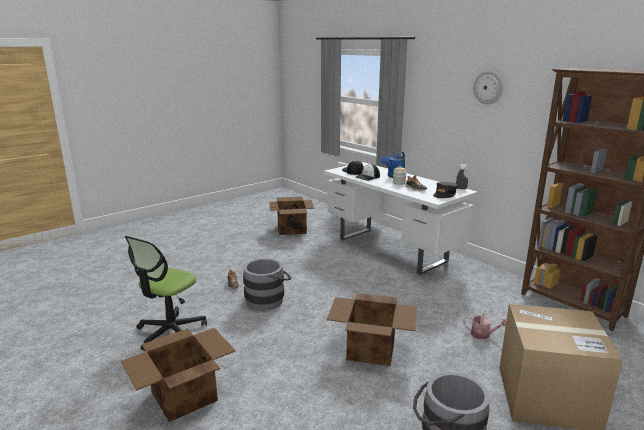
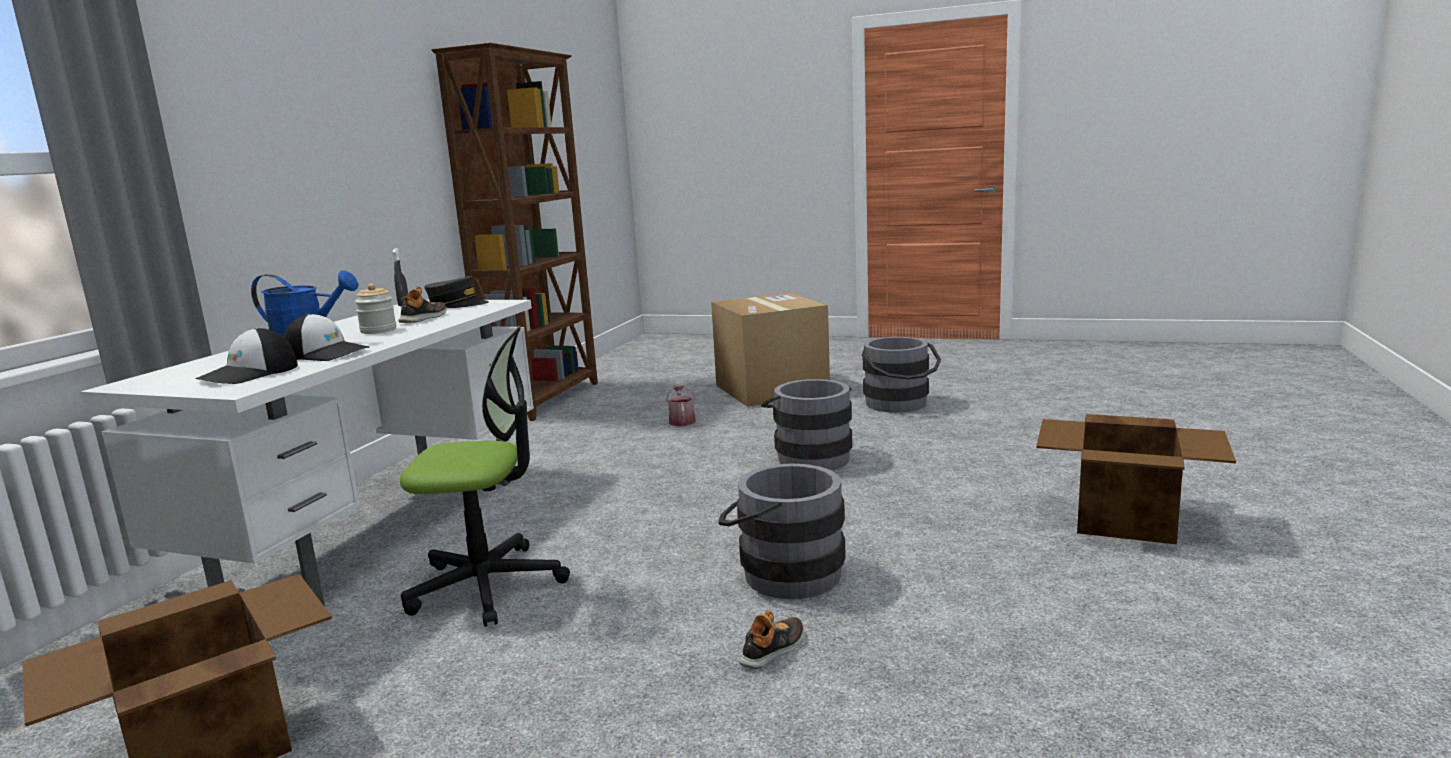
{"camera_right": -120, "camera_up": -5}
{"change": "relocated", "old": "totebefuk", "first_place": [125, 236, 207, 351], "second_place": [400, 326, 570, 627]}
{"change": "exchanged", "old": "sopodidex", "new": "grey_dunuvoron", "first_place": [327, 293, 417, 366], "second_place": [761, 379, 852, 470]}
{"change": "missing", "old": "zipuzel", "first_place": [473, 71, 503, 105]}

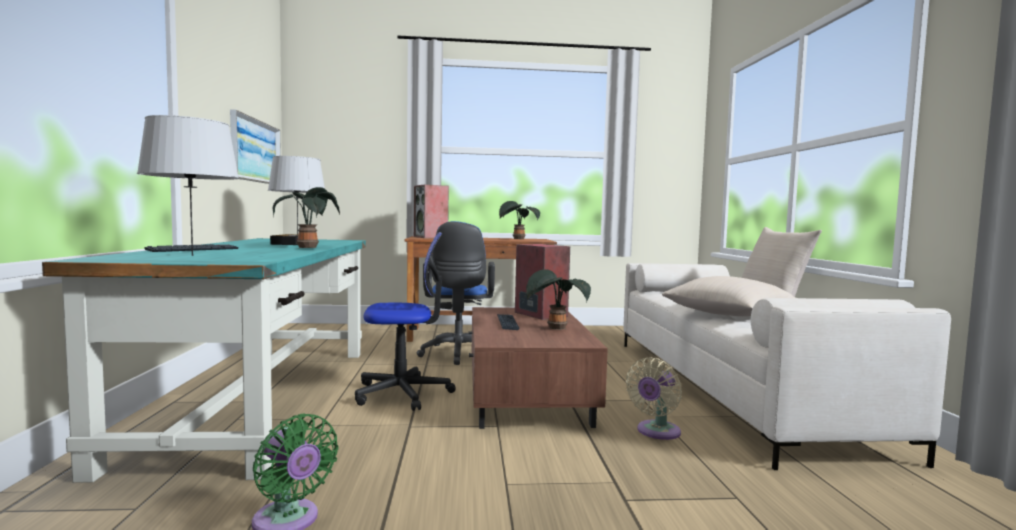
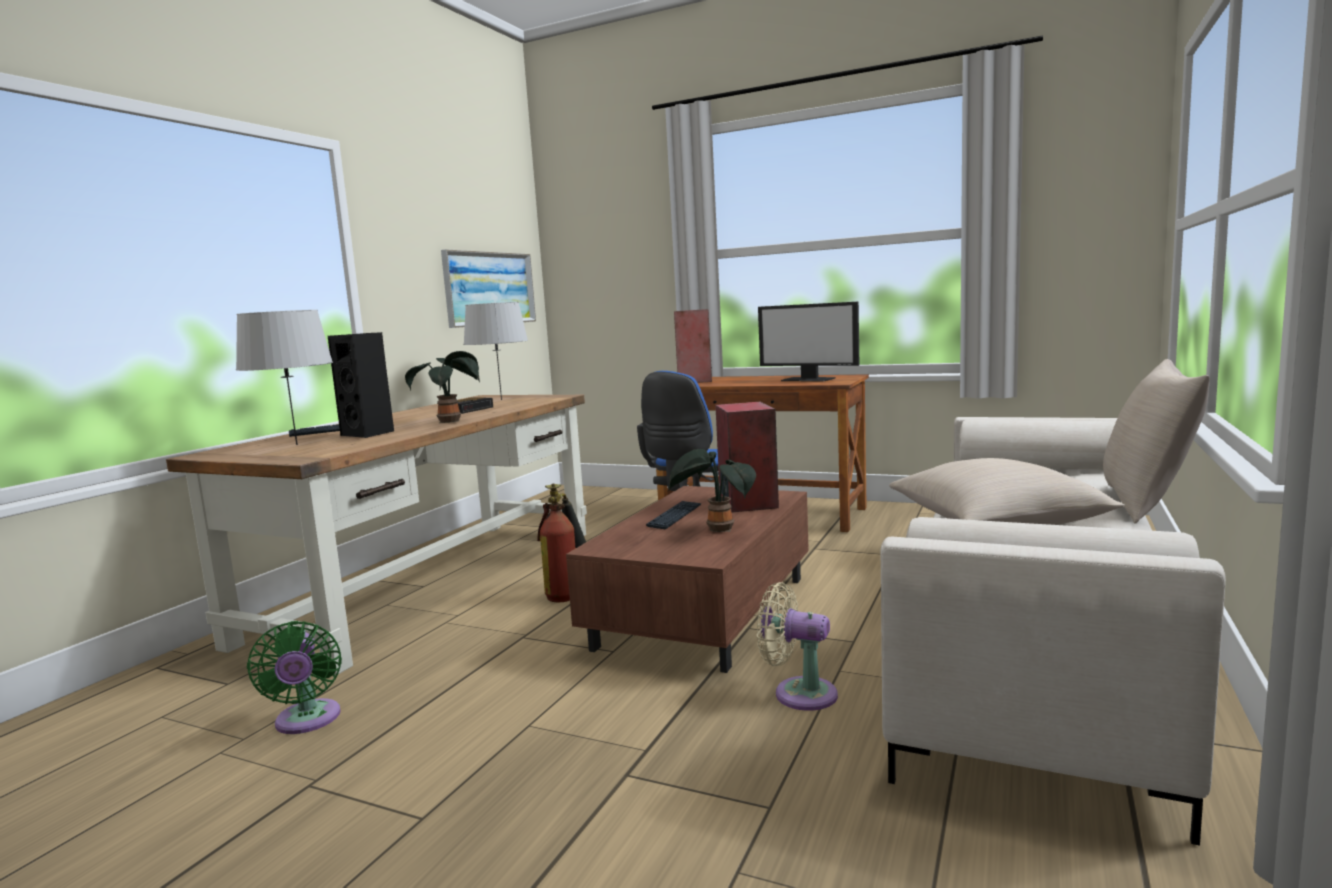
{"camera_right": 30, "camera_up": 5}
{"change": "colour", "old": "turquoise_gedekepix", "new": "brown_gedekepix", "first_place": [42, 238, 366, 483], "second_place": [166, 395, 587, 675]}
{"change": "appeared", "new": "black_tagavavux", "second_place": [328, 332, 394, 438]}
{"change": "exchanged", "old": "totebefuk", "new": "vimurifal", "first_place": [355, 232, 456, 411], "second_place": [537, 483, 586, 602]}
{"change": "spun", "old": "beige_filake", "first_place": [626, 358, 682, 440], "second_place": [757, 582, 838, 711], "degrees": 45}
{"change": "exchanged", "old": "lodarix", "new": "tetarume", "first_place": [499, 201, 540, 240], "second_place": [758, 301, 859, 382]}

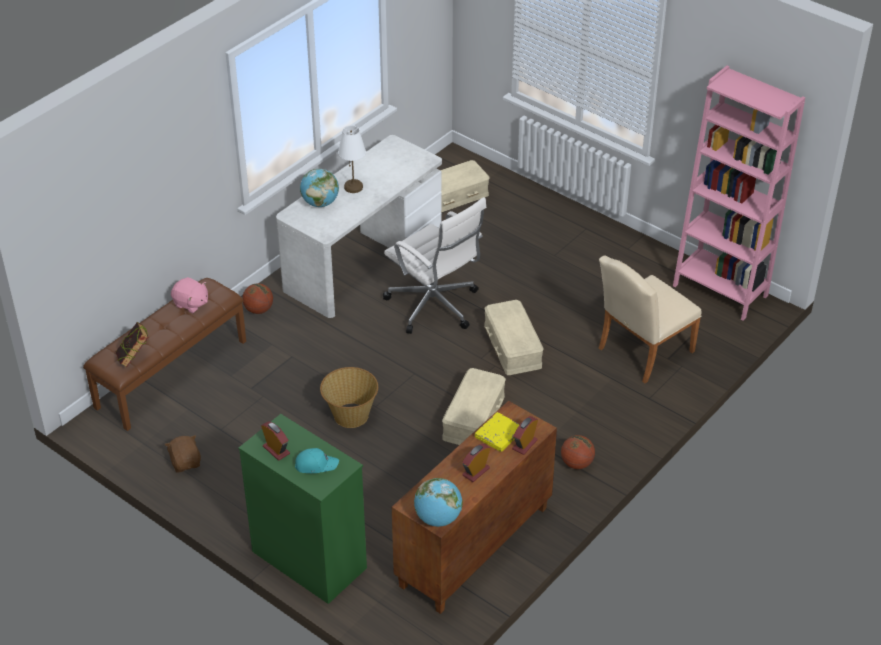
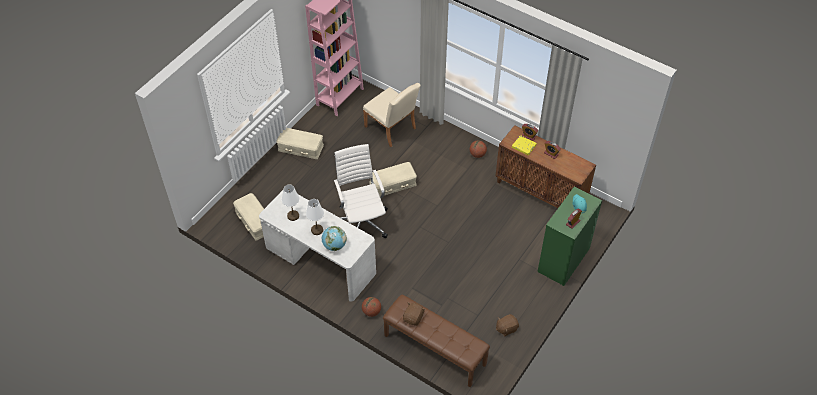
{"camera_right": -95, "camera_up": 10}
{"change": "relocated", "old": "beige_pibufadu", "first_place": [442, 368, 506, 445], "second_place": [276, 128, 324, 159]}
{"change": "appeared", "new": "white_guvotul", "second_place": [282, 184, 300, 221]}
{"change": "spun", "old": "white_totebefuk", "first_place": [383, 197, 486, 334], "second_place": [334, 144, 388, 238], "degrees": -60}
{"change": "colour", "old": "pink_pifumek", "new": "brown_pifumek", "first_place": [171, 277, 208, 313], "second_place": [403, 302, 425, 326]}
{"change": "missing", "old": "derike", "first_place": [116, 322, 148, 368]}
{"change": "missing", "old": "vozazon", "first_place": [320, 367, 378, 428]}
{"change": "missing", "old": "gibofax", "first_place": [414, 478, 463, 527]}

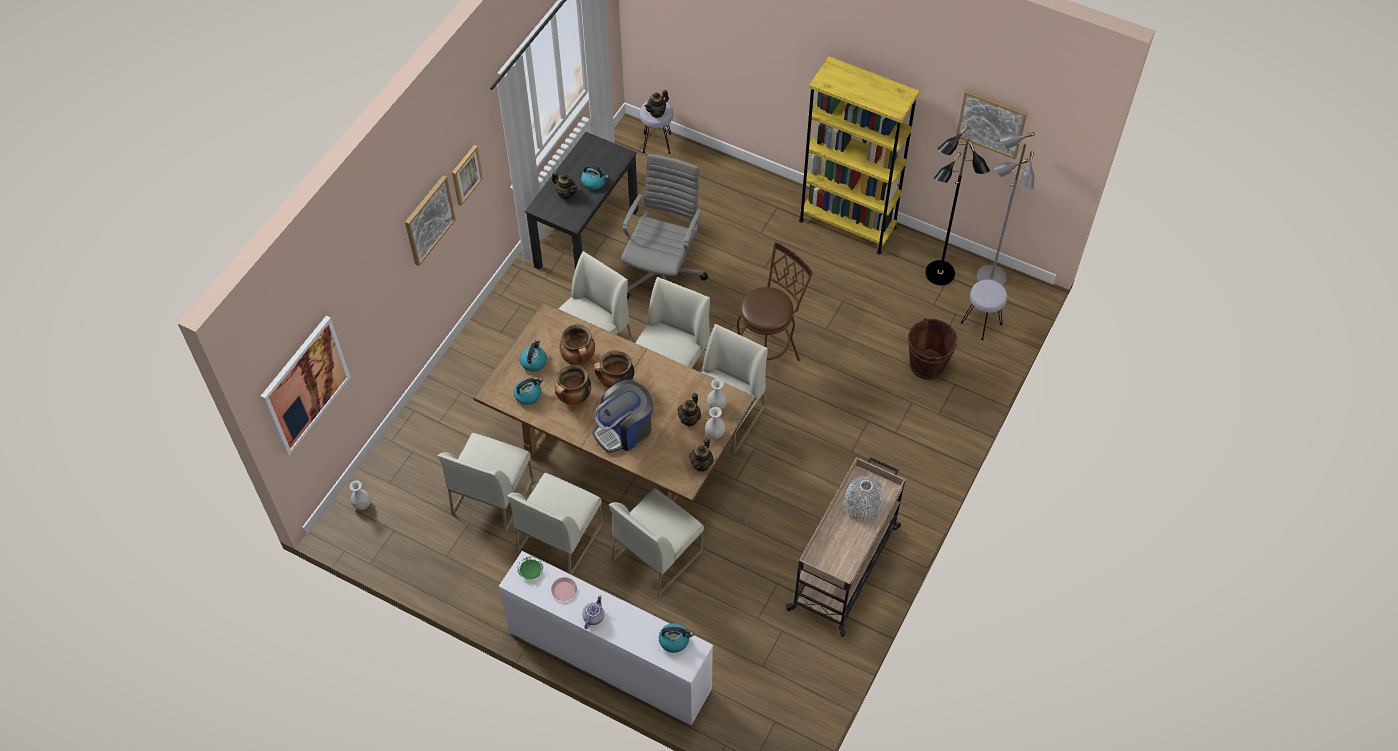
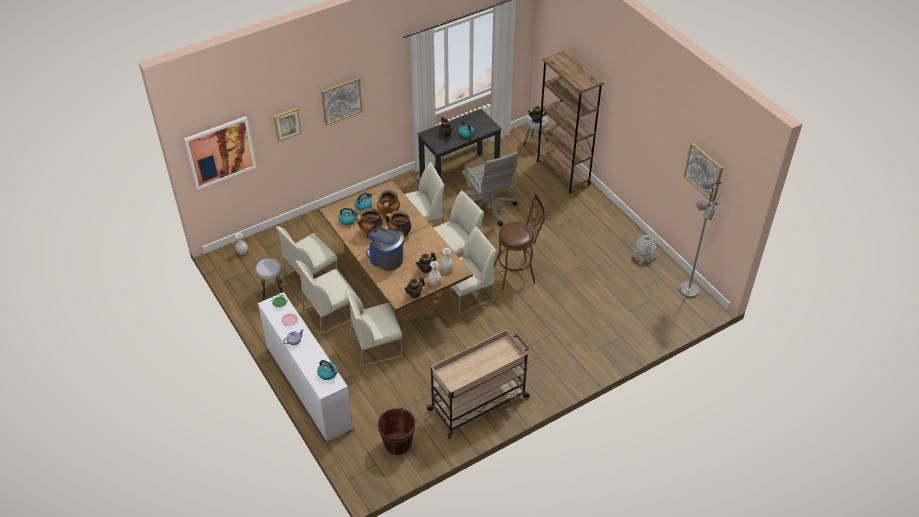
{"camera_right": 30, "camera_up": -10}
{"change": "relocated", "old": "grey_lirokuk", "first_place": [961, 280, 1007, 340], "second_place": [256, 258, 283, 300]}
{"change": "relocated", "old": "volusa", "first_place": [452, 145, 483, 206], "second_place": [273, 108, 302, 142]}
{"change": "spun", "old": "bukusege", "first_place": [593, 380, 653, 453], "second_place": [366, 228, 404, 271], "degrees": 45}
{"change": "relocated", "old": "brown_dunuvoron", "first_place": [908, 318, 958, 380], "second_place": [378, 407, 415, 455]}
{"change": "spun", "old": "grey_totebefuk", "first_place": [621, 154, 708, 300], "second_place": [462, 152, 518, 226], "degrees": 105}
{"change": "appeared", "new": "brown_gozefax", "second_place": [537, 50, 604, 194]}
{"change": "relocated", "old": "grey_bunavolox", "first_place": [845, 476, 883, 521], "second_place": [633, 235, 657, 262]}
{"change": "missing", "old": "yellow_gozefax", "first_place": [799, 56, 920, 254]}
{"change": "missing", "old": "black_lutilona", "first_place": [925, 125, 990, 285]}

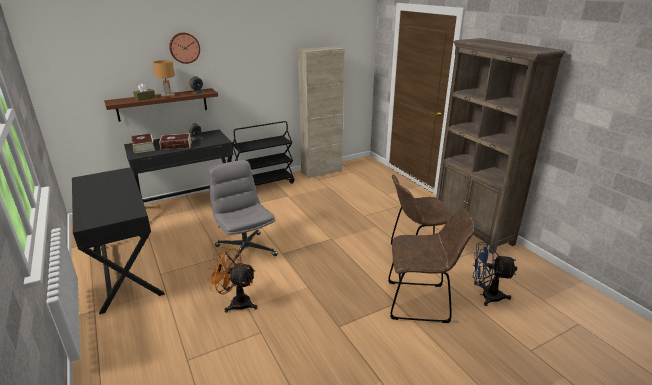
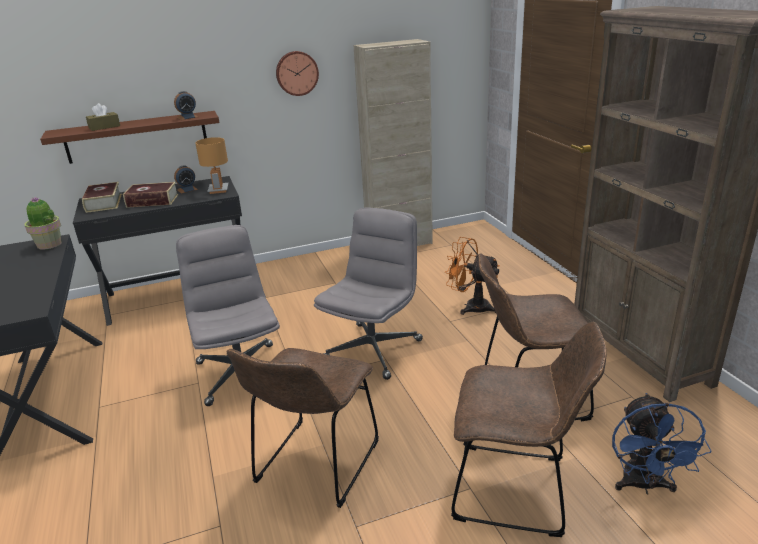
{"camera_right": 10, "camera_up": 0}
{"change": "appeared", "new": "lodarix", "second_place": [25, 197, 62, 250]}
{"change": "relocated", "old": "brown_guvotul", "first_place": [153, 60, 175, 97], "second_place": [195, 137, 229, 194]}
{"change": "appeared", "new": "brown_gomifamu", "second_place": [227, 348, 379, 508]}
{"change": "relocated", "old": "zipuzel", "first_place": [169, 33, 200, 64], "second_place": [276, 51, 319, 96]}
{"change": "appeared", "new": "grey_totebefuk", "second_place": [314, 207, 423, 380]}
{"change": "relocated", "old": "orange_filake", "first_place": [206, 247, 257, 312], "second_place": [445, 237, 500, 315]}
{"change": "spun", "old": "blue_filake", "first_place": [473, 242, 517, 306], "second_place": [612, 393, 712, 495], "degrees": -105}
{"change": "missing", "old": "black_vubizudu", "first_place": [233, 121, 295, 186]}

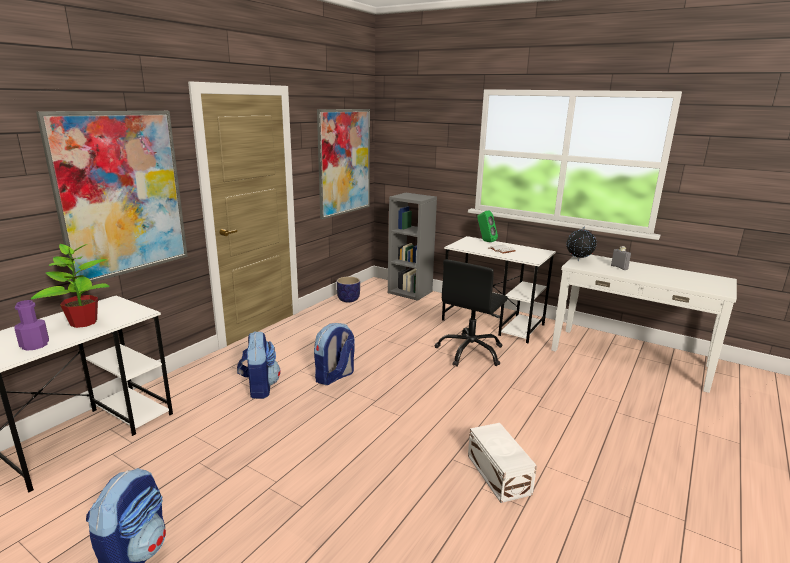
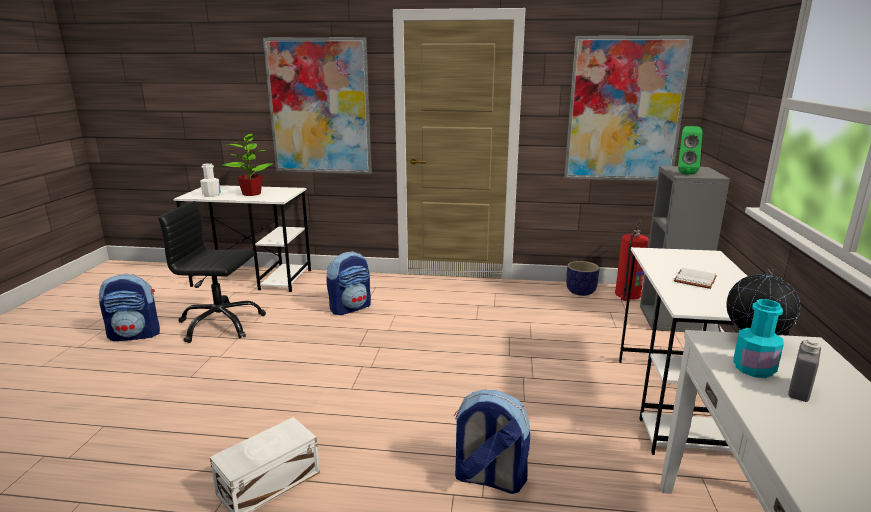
{"camera_right": 65, "camera_up": 0}
{"change": "relocated", "old": "black_totebefuk", "first_place": [434, 259, 508, 367], "second_place": [158, 201, 266, 343]}
{"change": "colour", "old": "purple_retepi", "new": "white_retepi", "first_place": [14, 300, 49, 351], "second_place": [200, 163, 221, 197]}
{"change": "relocated", "old": "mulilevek", "first_place": [314, 323, 355, 385], "second_place": [454, 390, 530, 494]}
{"change": "appeared", "new": "vimurifal", "second_place": [615, 220, 649, 301]}
{"change": "relocated", "old": "green_tagavavux", "first_place": [477, 211, 498, 242], "second_place": [678, 126, 702, 174]}
{"change": "appeared", "new": "turquoise_retepi", "second_place": [733, 299, 784, 378]}

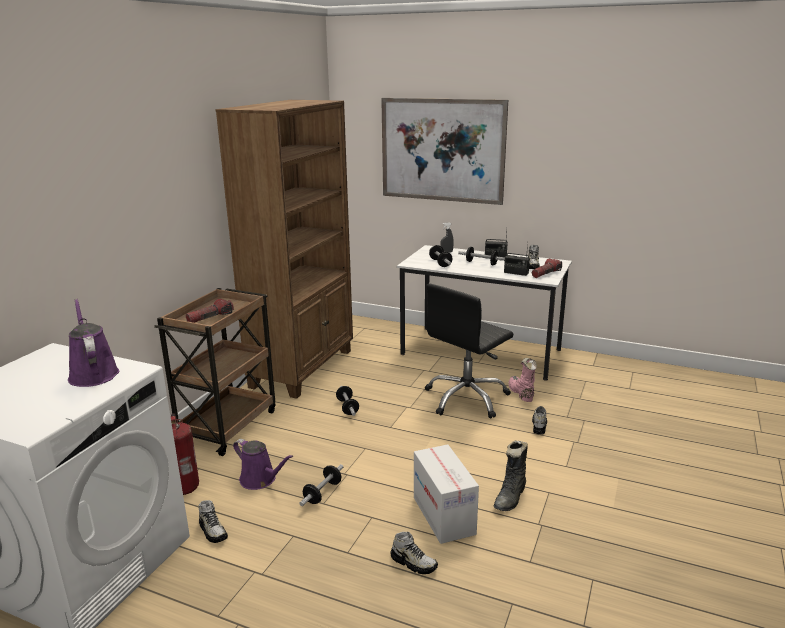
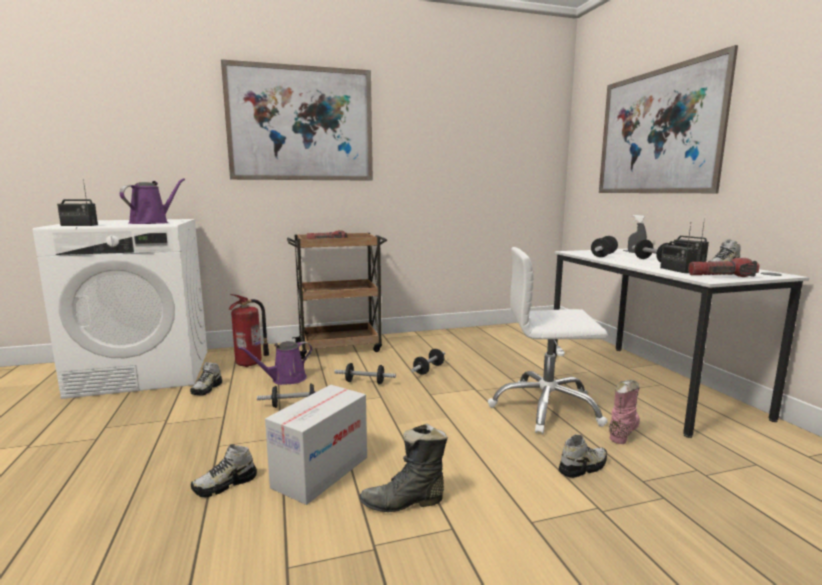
{"camera_right": 50, "camera_up": -10}
{"change": "appeared", "new": "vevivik", "second_place": [57, 179, 98, 226]}
{"change": "spun", "old": "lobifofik", "first_place": [391, 532, 438, 574], "second_place": [191, 444, 257, 497], "degrees": 60}
{"change": "appeared", "new": "volusa", "second_place": [221, 59, 373, 181]}
{"change": "spun", "old": "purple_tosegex", "first_place": [233, 439, 293, 490], "second_place": [238, 341, 312, 385], "degrees": 60}
{"change": "appeared", "new": "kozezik", "second_place": [335, 363, 396, 385]}
{"change": "colour", "old": "black_totebefuk", "new": "white_totebefuk", "first_place": [425, 284, 513, 419], "second_place": [488, 247, 608, 435]}
{"change": "missing", "old": "brown_gozefax", "first_place": [215, 100, 353, 399]}

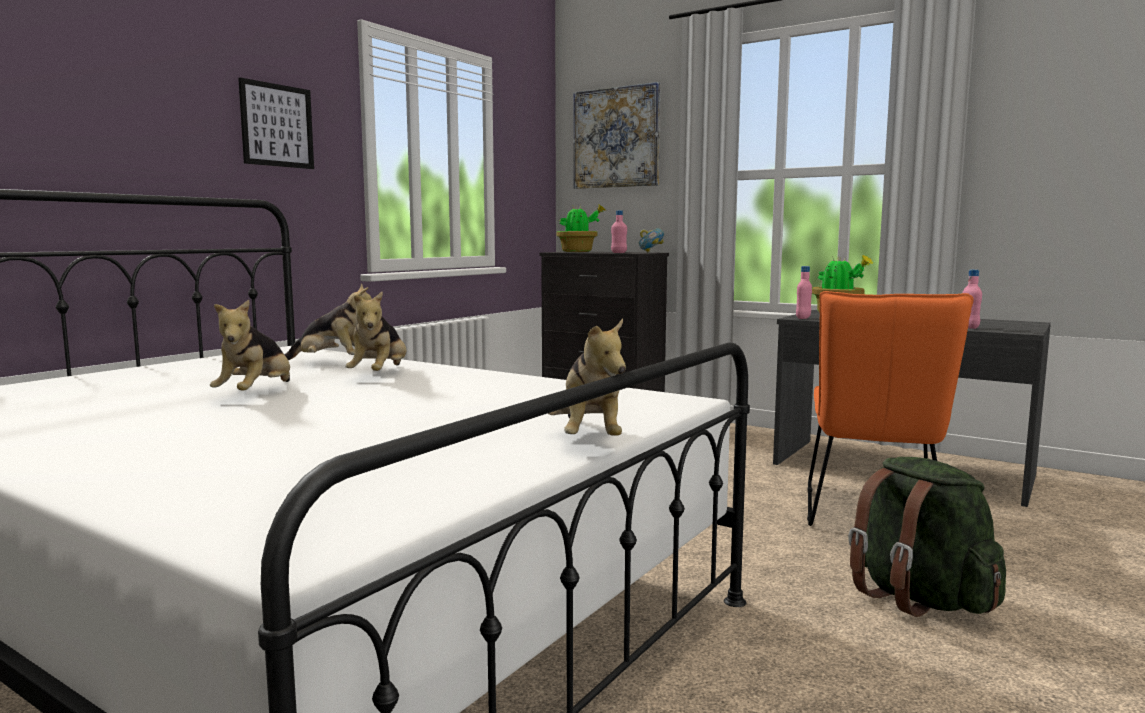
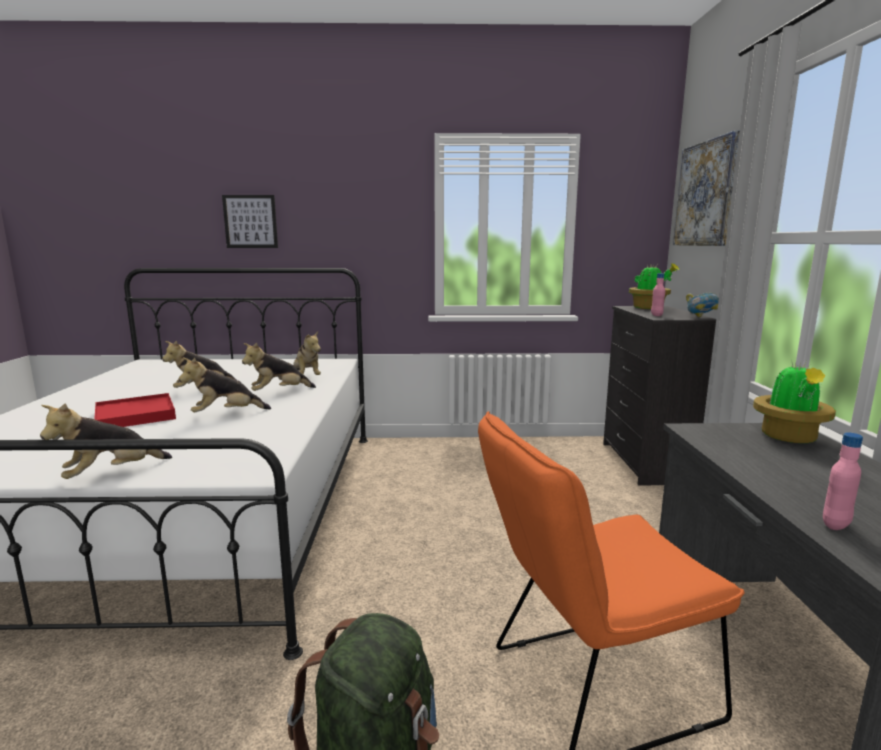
{"camera_right": 55, "camera_up": 5}
{"change": "appeared", "new": "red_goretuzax", "second_place": [94, 393, 176, 427]}
{"change": "appeared", "new": "pifumek", "second_place": [179, 358, 271, 412]}
{"change": "relocated", "old": "volusa", "first_place": [238, 77, 314, 169], "second_place": [222, 195, 278, 248]}
{"change": "missing", "old": "pink_retepi", "first_place": [796, 266, 812, 319]}

